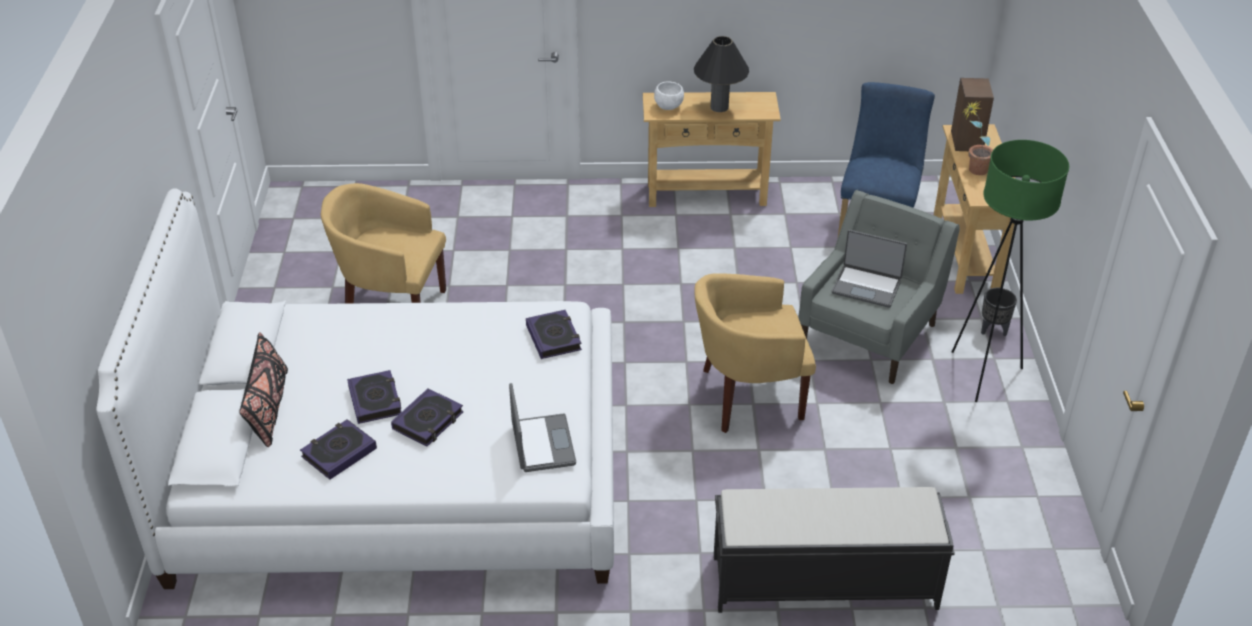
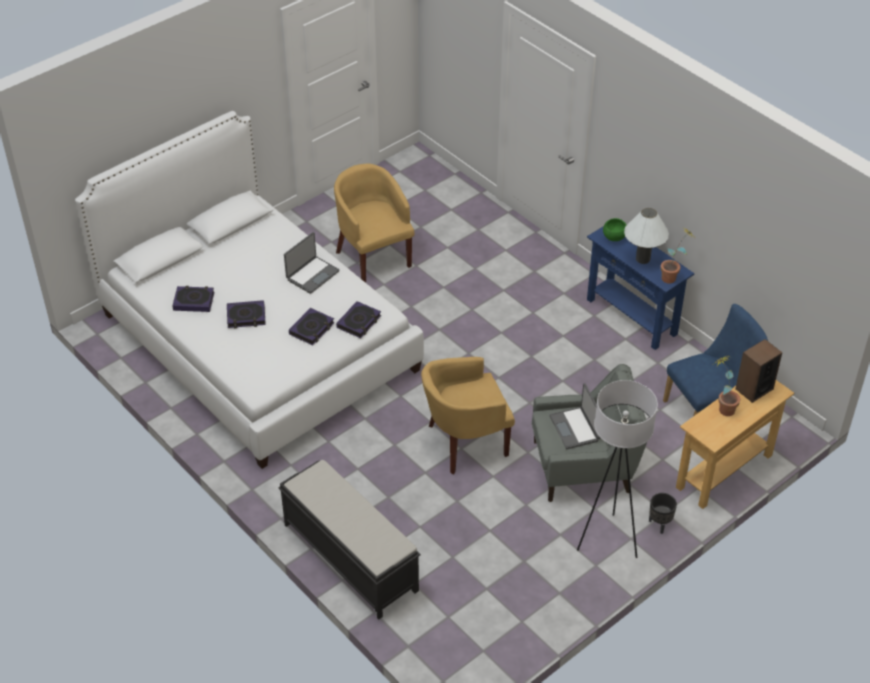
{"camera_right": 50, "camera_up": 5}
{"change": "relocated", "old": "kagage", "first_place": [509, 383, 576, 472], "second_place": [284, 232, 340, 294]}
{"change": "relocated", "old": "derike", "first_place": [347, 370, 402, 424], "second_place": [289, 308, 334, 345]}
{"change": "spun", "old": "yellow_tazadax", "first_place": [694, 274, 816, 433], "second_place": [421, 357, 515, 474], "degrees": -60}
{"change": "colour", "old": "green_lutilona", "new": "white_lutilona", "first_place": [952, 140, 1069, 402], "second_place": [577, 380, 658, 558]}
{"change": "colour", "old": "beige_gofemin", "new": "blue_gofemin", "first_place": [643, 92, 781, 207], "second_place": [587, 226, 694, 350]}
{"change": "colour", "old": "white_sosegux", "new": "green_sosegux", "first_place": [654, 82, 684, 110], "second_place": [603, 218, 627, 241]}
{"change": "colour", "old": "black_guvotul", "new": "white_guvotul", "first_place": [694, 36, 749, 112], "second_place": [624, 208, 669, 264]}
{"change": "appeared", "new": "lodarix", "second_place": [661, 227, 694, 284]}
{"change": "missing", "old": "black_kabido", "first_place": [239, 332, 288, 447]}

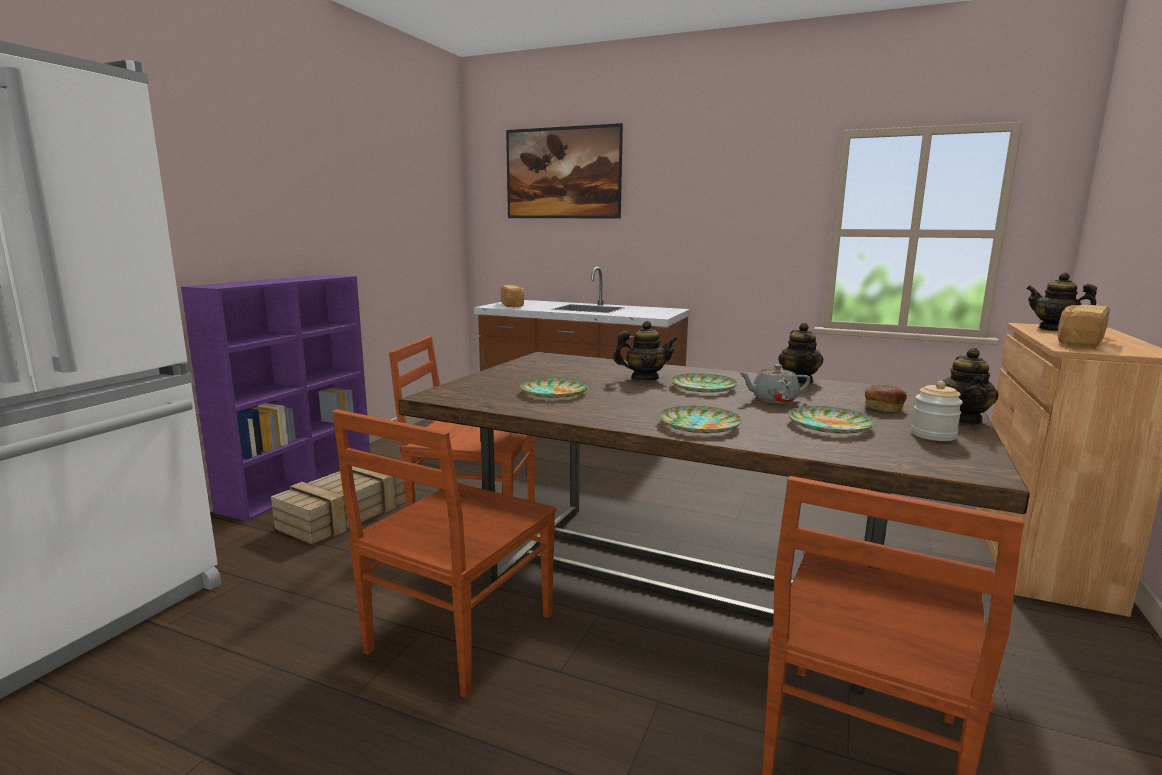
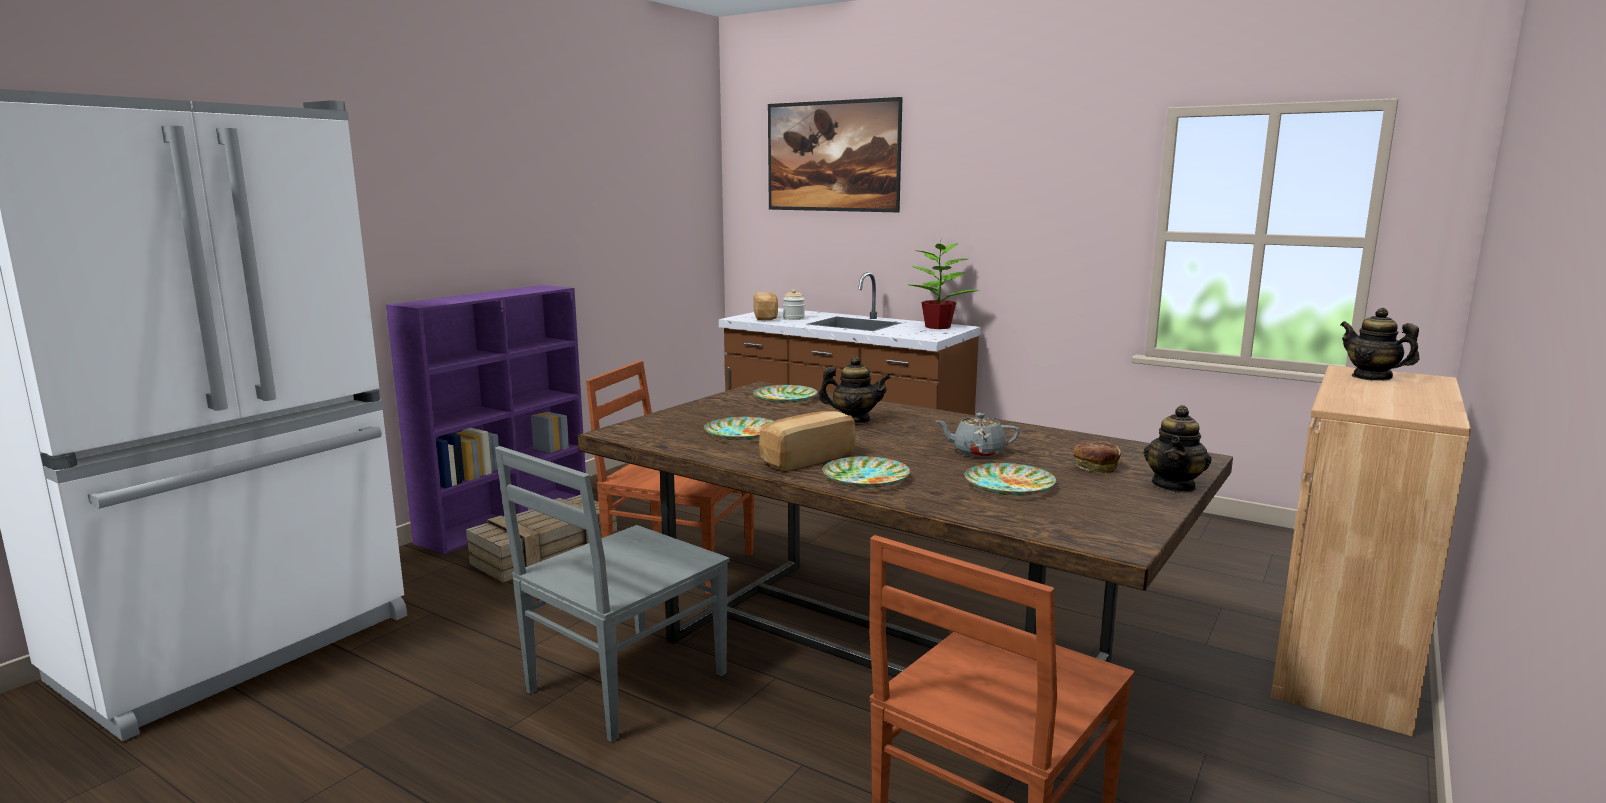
{"camera_right": 10, "camera_up": 0}
{"change": "colour", "old": "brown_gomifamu", "new": "grey_gomifamu", "first_place": [332, 409, 557, 698], "second_place": [495, 446, 729, 742]}
{"change": "relocated", "old": "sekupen", "first_place": [671, 373, 738, 393], "second_place": [753, 385, 817, 403]}
{"change": "relocated", "old": "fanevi", "first_place": [1057, 305, 1110, 349], "second_place": [759, 411, 856, 471]}
{"change": "relocated", "old": "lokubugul", "first_place": [911, 381, 963, 441], "second_place": [783, 289, 805, 320]}
{"change": "appeared", "new": "lodarix", "second_place": [908, 241, 979, 329]}
{"change": "missing", "old": "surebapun", "first_place": [778, 323, 823, 383]}

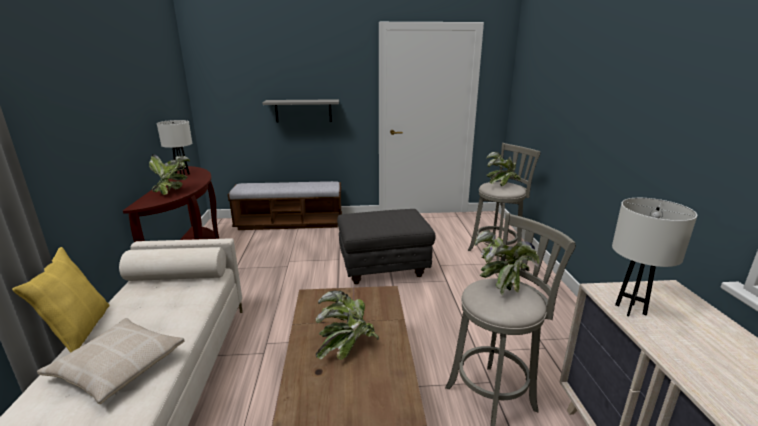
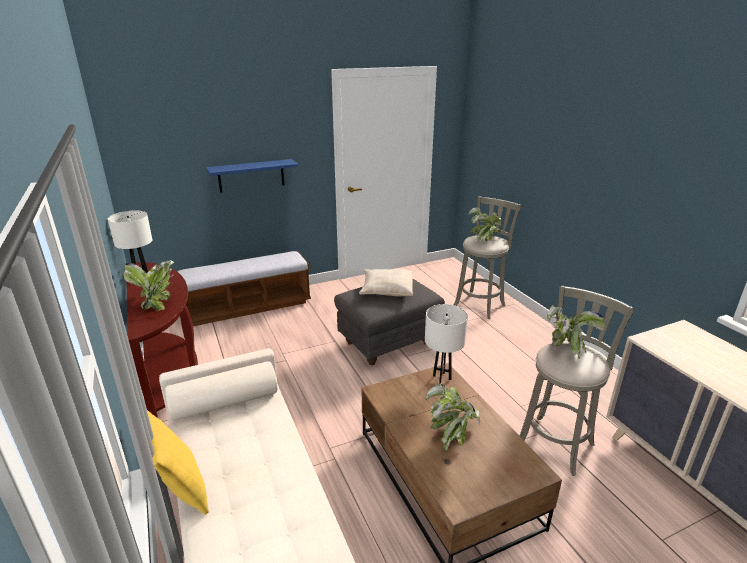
{"camera_right": -20, "camera_up": 5}
{"change": "colour", "old": "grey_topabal", "new": "blue_topabal", "first_place": [262, 99, 339, 123], "second_place": [206, 159, 298, 193]}
{"change": "relocated", "old": "beige_kabido", "first_place": [37, 318, 185, 404], "second_place": [359, 269, 413, 297]}
{"change": "relocated", "old": "white_guvotul", "first_place": [612, 198, 697, 317], "second_place": [425, 304, 468, 384]}

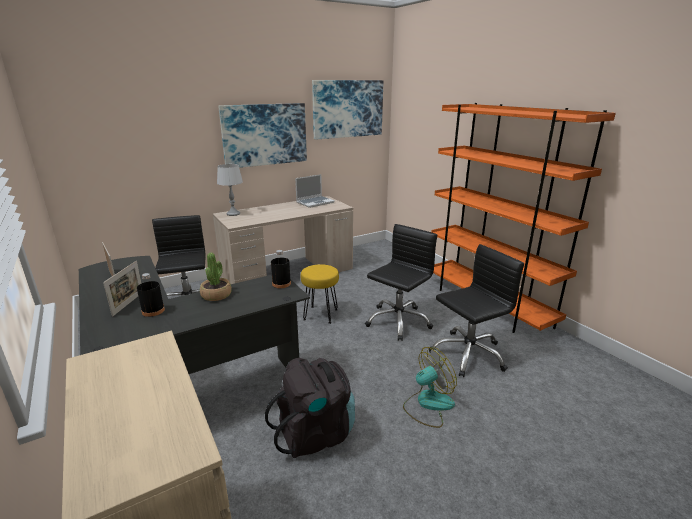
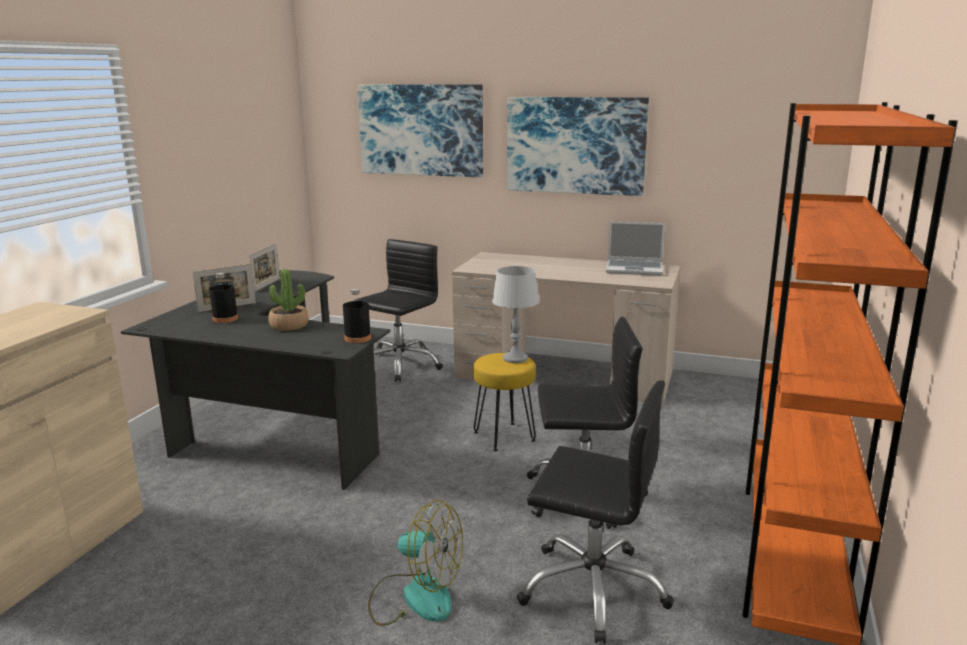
{"camera_right": 50, "camera_up": -5}
{"change": "relocated", "old": "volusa", "first_place": [312, 80, 383, 139], "second_place": [357, 84, 483, 177]}
{"change": "relocated", "old": "grey_guvotul", "first_place": [217, 164, 243, 216], "second_place": [492, 266, 540, 363]}
{"change": "missing", "old": "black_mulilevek", "first_place": [265, 358, 355, 458]}

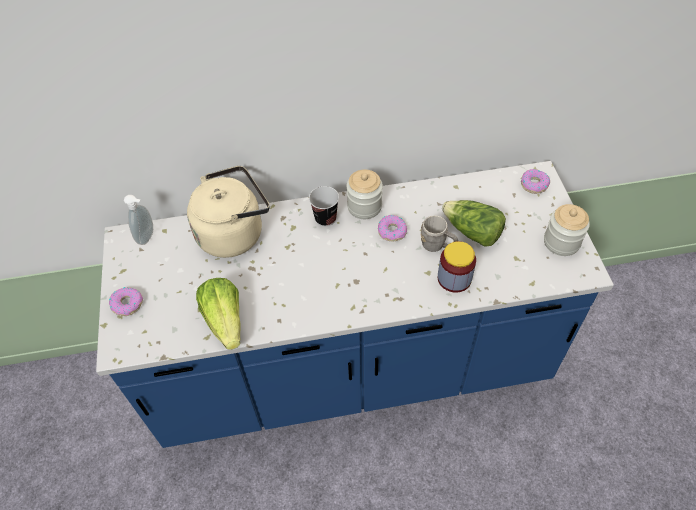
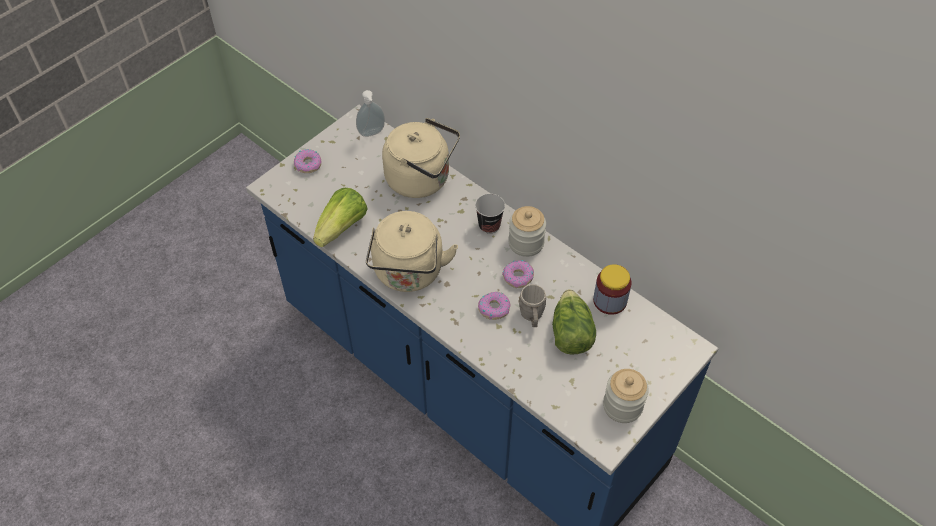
{"camera_right": 50, "camera_up": 0}
{"change": "appeared", "new": "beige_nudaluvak", "second_place": [366, 211, 458, 292]}
{"change": "relocated", "old": "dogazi", "first_place": [521, 169, 550, 194], "second_place": [478, 292, 510, 320]}
{"change": "relocated", "old": "lokubugul", "first_place": [438, 241, 476, 293], "second_place": [593, 264, 632, 315]}

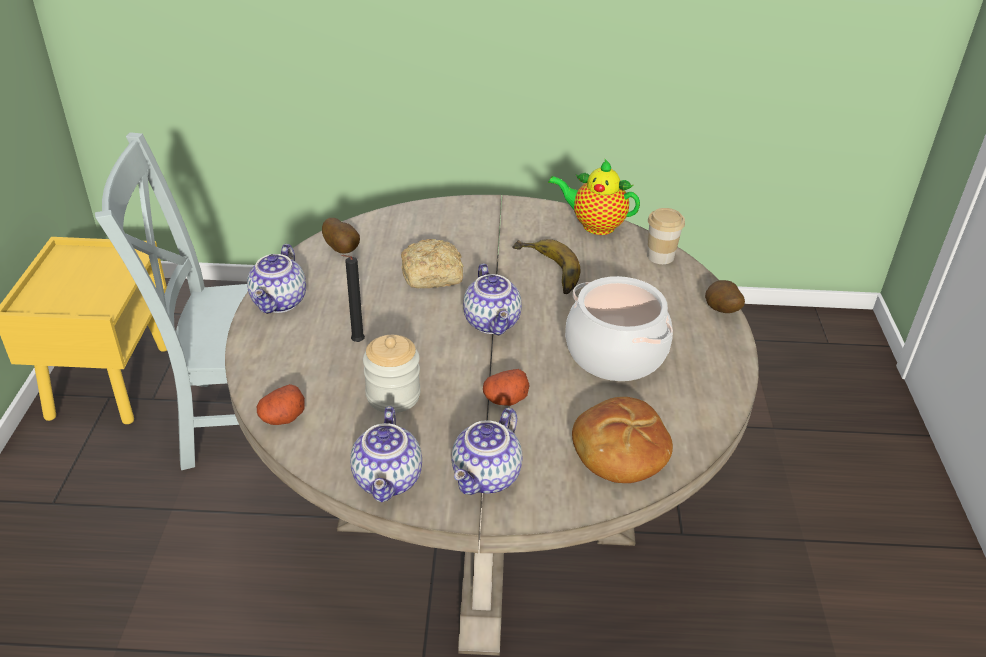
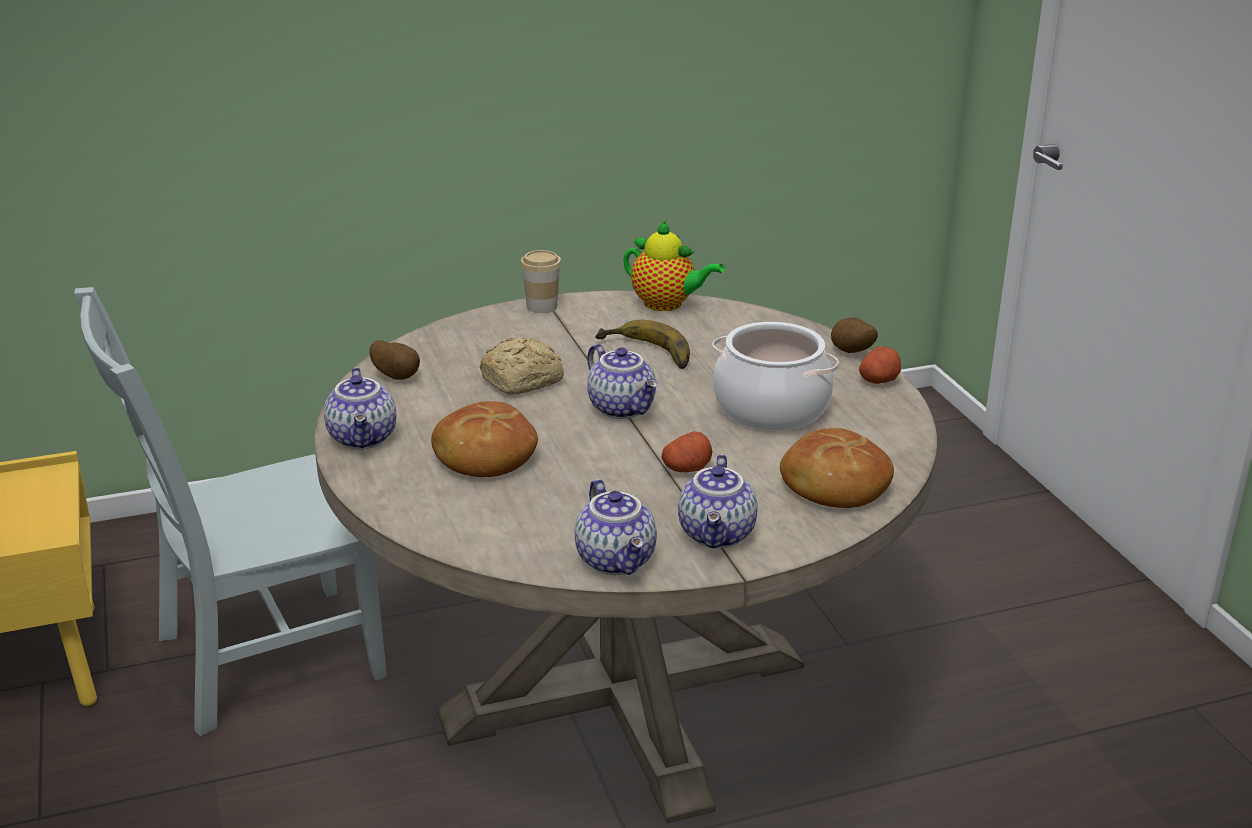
{"camera_right": -20, "camera_up": -10}
{"change": "exchanged", "old": "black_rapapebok", "new": "fanevi", "first_place": [341, 255, 365, 342], "second_place": [431, 401, 538, 477]}
{"change": "relocated", "old": "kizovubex", "first_place": [647, 208, 685, 264], "second_place": [520, 250, 562, 313]}
{"change": "spun", "old": "surebapun", "first_place": [548, 159, 640, 235], "second_place": [623, 221, 725, 311], "degrees": -150}
{"change": "relocated", "old": "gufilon", "first_place": [257, 384, 305, 425], "second_place": [859, 346, 901, 384]}
{"change": "missing", "old": "lokubugul", "first_place": [363, 335, 421, 413]}

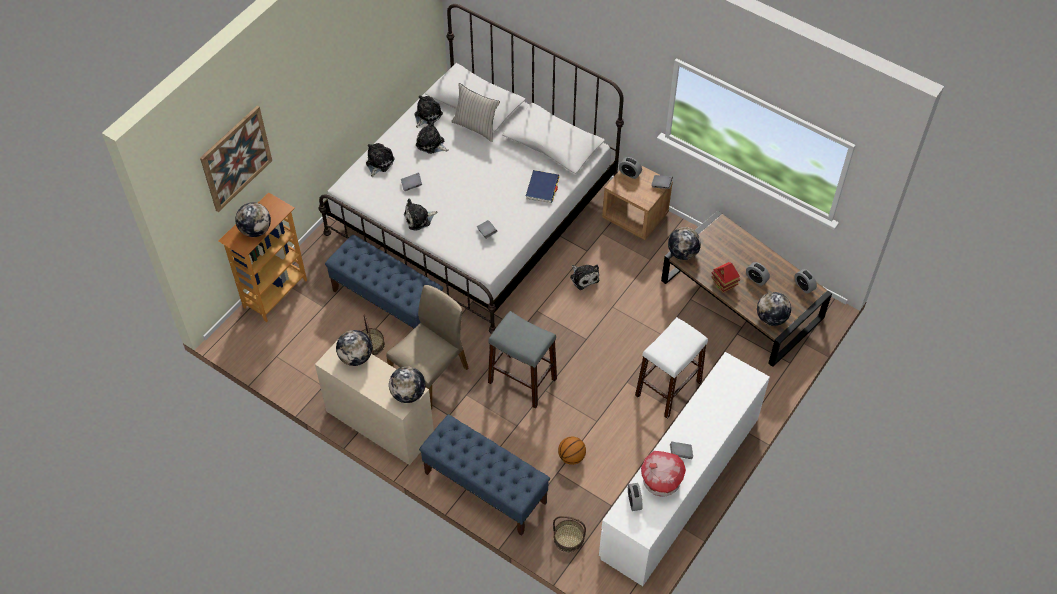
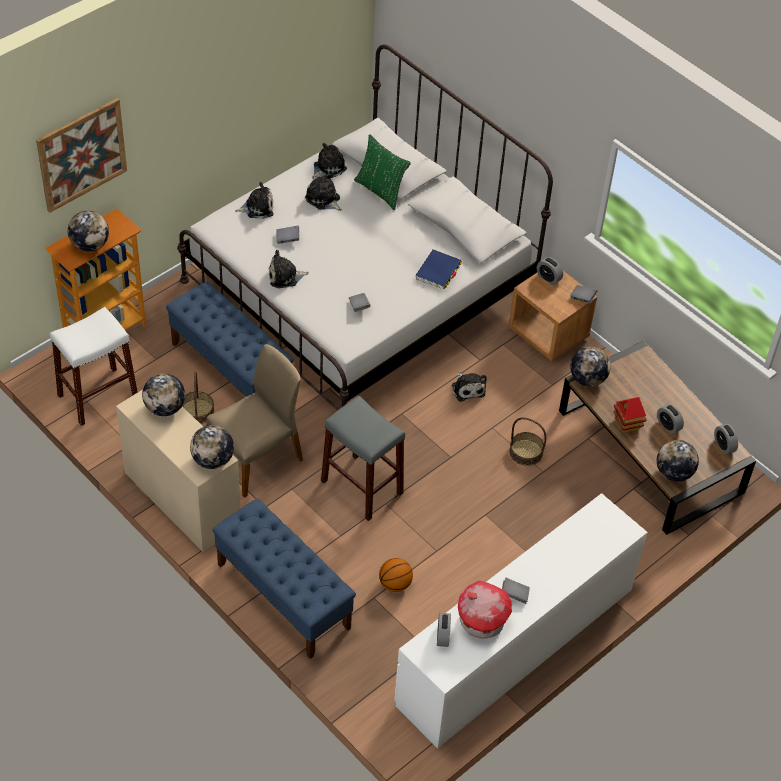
{"camera_right": 10, "camera_up": -5}
{"change": "relocated", "old": "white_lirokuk", "first_place": [635, 317, 708, 419], "second_place": [50, 307, 138, 426]}
{"change": "spun", "old": "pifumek", "first_place": [366, 143, 395, 177], "second_place": [235, 182, 273, 219], "degrees": 45}
{"change": "colour", "old": "beige_kabido", "new": "green_kabido", "first_place": [451, 83, 500, 142], "second_place": [354, 134, 411, 210]}
{"change": "relocated", "old": "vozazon", "first_place": [553, 516, 586, 552], "second_place": [509, 417, 546, 466]}

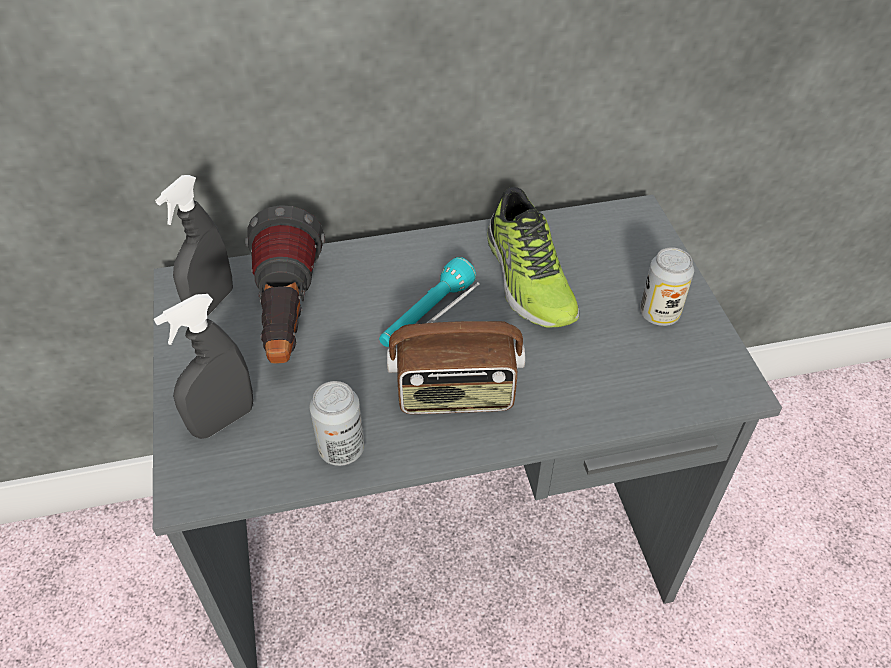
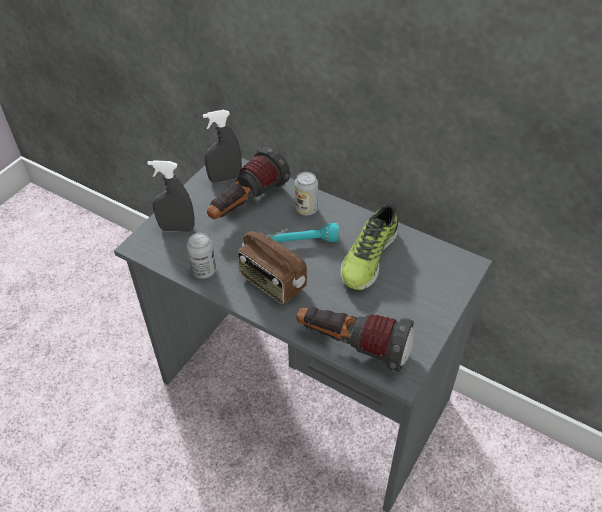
{"camera_right": 45, "camera_up": 0}
{"change": "relocated", "old": "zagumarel", "first_place": [640, 247, 694, 326], "second_place": [295, 172, 318, 216]}
{"change": "appeared", "new": "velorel", "second_place": [297, 307, 414, 372]}

